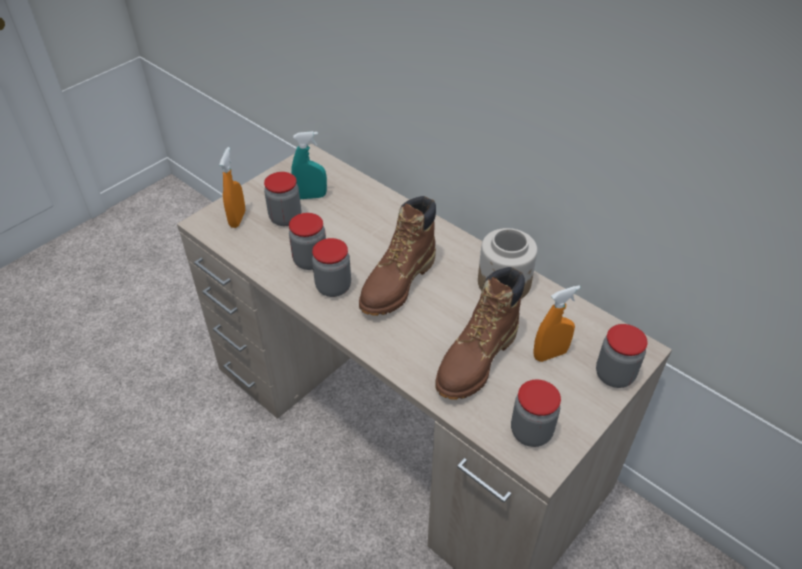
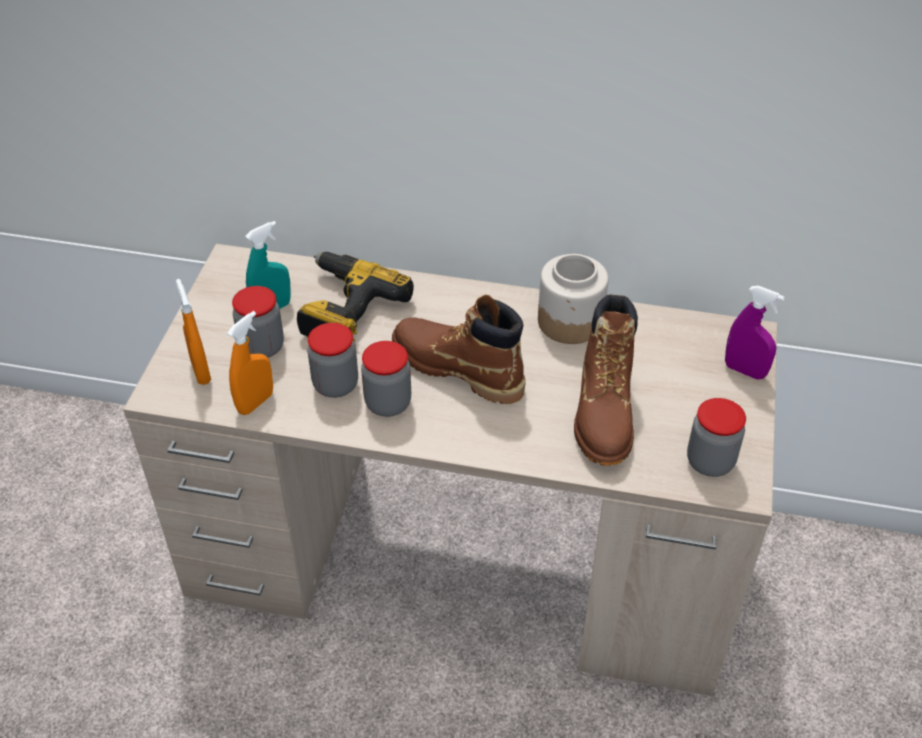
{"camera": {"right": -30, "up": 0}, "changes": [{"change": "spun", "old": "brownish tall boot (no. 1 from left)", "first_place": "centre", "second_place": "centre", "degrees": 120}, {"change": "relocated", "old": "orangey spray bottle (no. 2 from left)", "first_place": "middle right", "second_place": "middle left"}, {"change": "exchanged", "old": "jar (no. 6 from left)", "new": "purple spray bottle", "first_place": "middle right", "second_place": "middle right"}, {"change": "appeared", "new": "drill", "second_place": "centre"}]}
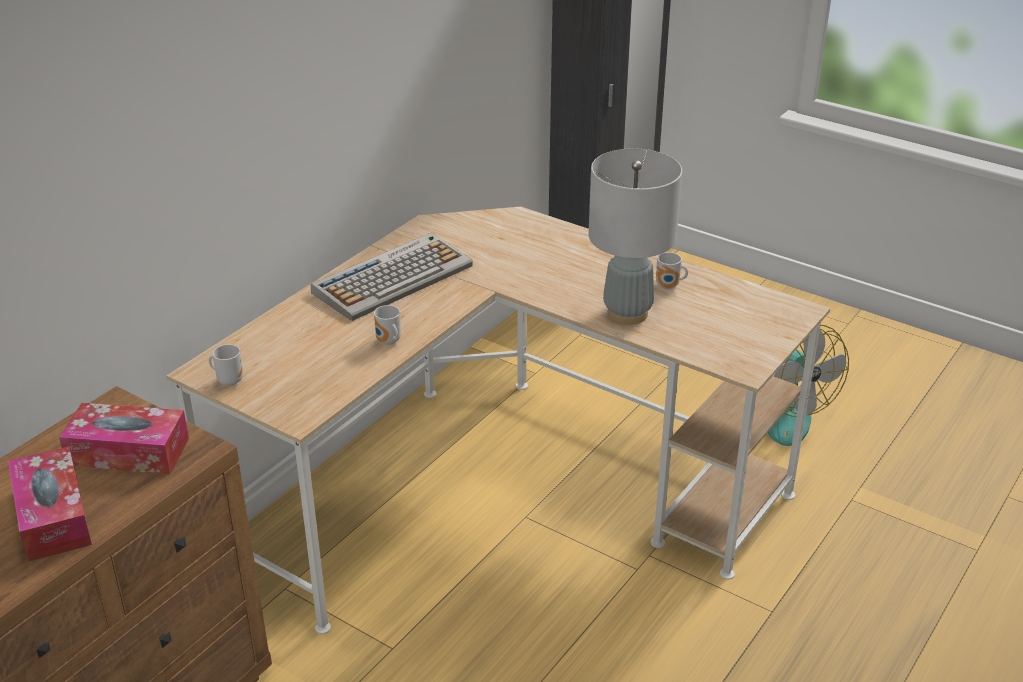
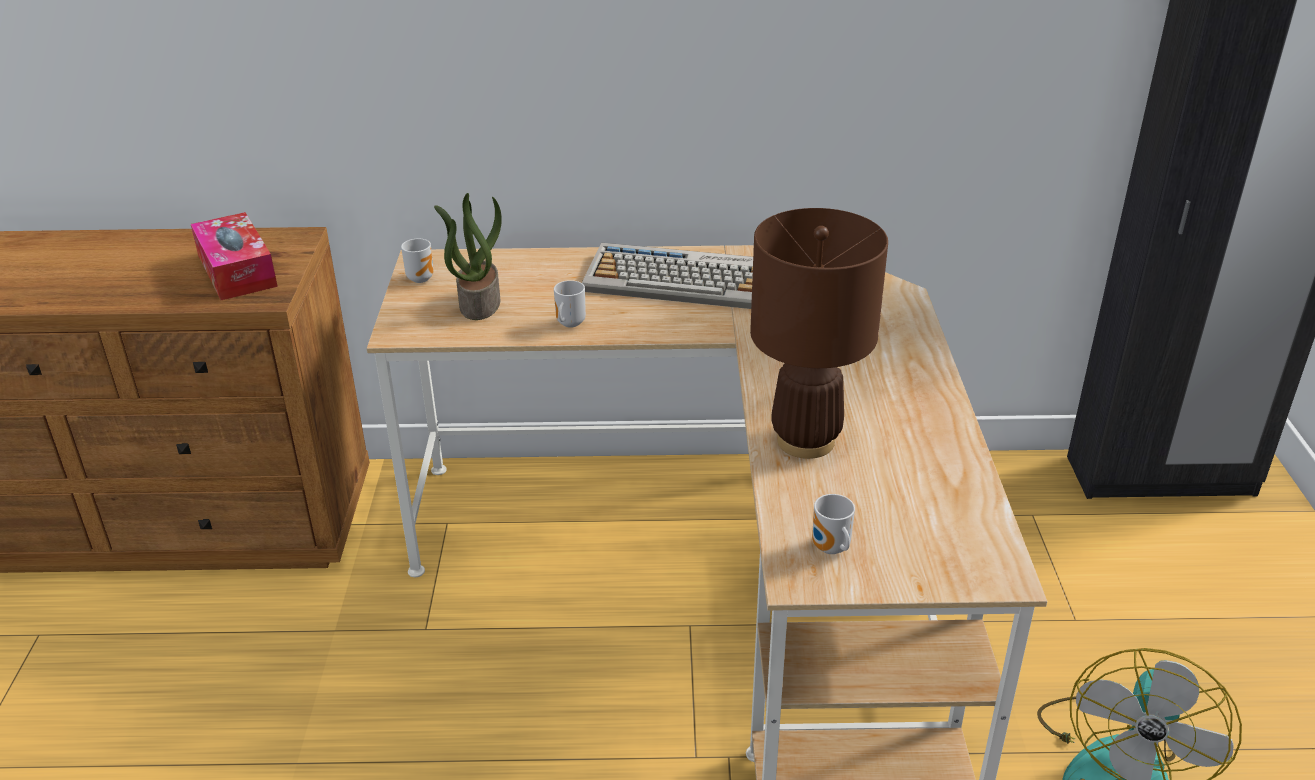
{"camera": {"right": 55, "up": 0}, "changes": [{"change": "missing", "old": "tissue box (no. 1 from left)", "first_place": "bottom left"}, {"change": "colour", "old": "gray lamp for a table", "new": "brownish lamp for a table", "first_place": "centre", "second_place": "centre"}, {"change": "relocated", "old": "mug (no. 3 from left)", "first_place": "centre", "second_place": "bottom centre"}, {"change": "appeared", "new": "potted plant", "second_place": "top centre"}]}
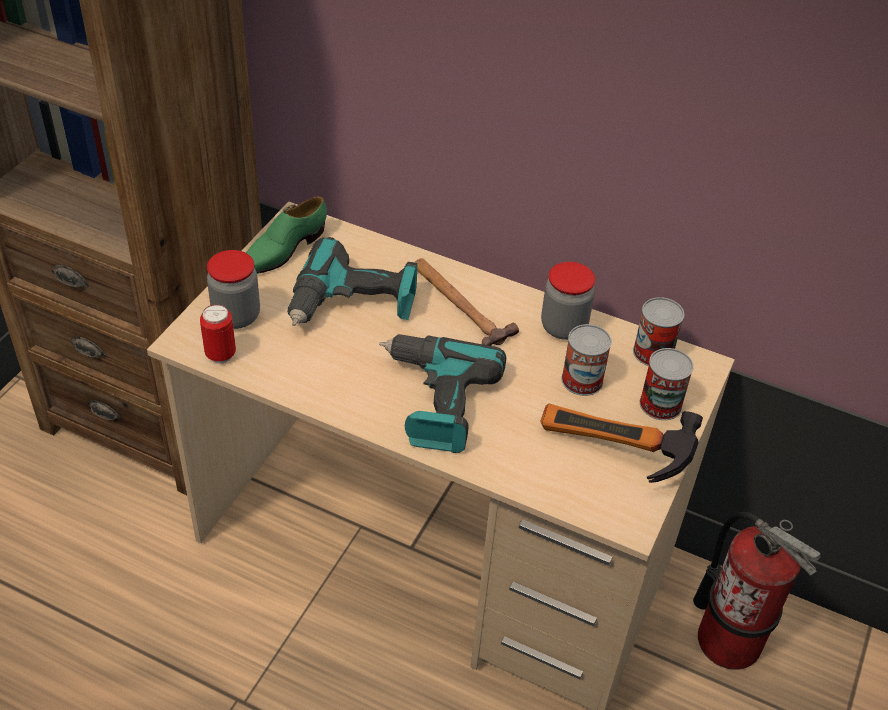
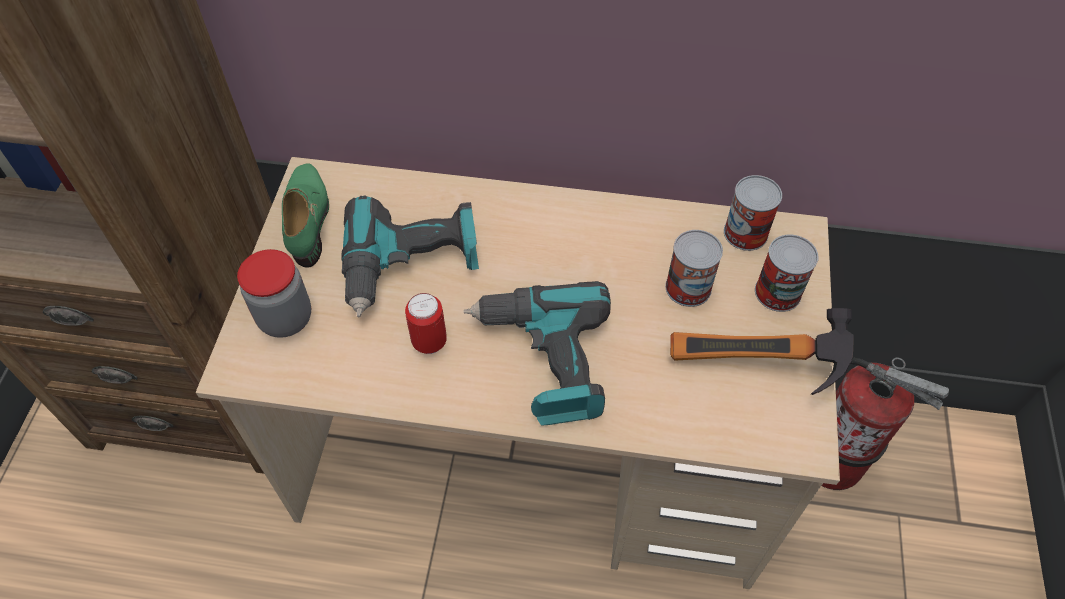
{"camera": {"right": -15, "up": 10}, "changes": [{"change": "relocated", "old": "can (no. 1 from left)", "first_place": "middle left", "second_place": "centre"}, {"change": "spun", "old": "greenish item of footwear", "first_place": "top left", "second_place": "middle left", "degrees": 150}, {"change": "missing", "old": "hand hammer (no. 1 from left)", "first_place": "centre"}, {"change": "missing", "old": "jar (no. 2 from left)", "first_place": "centre"}]}
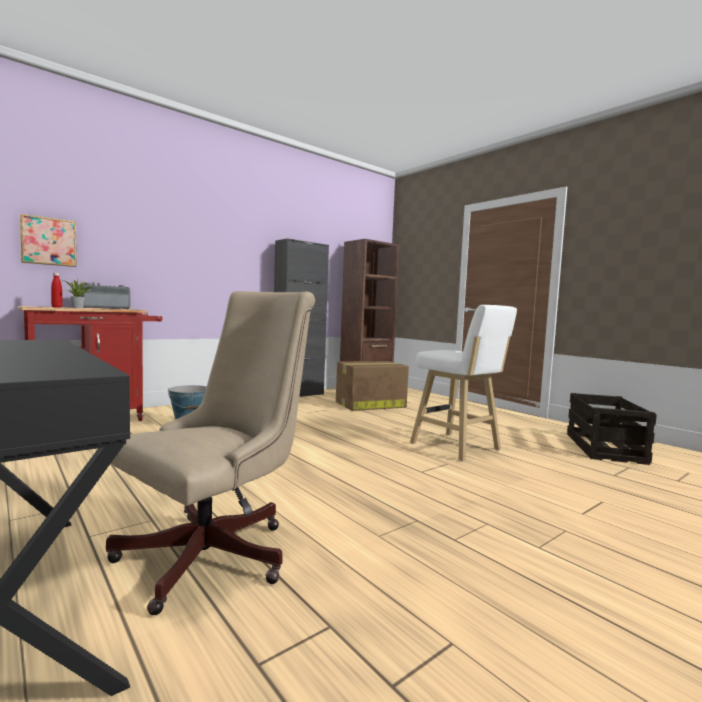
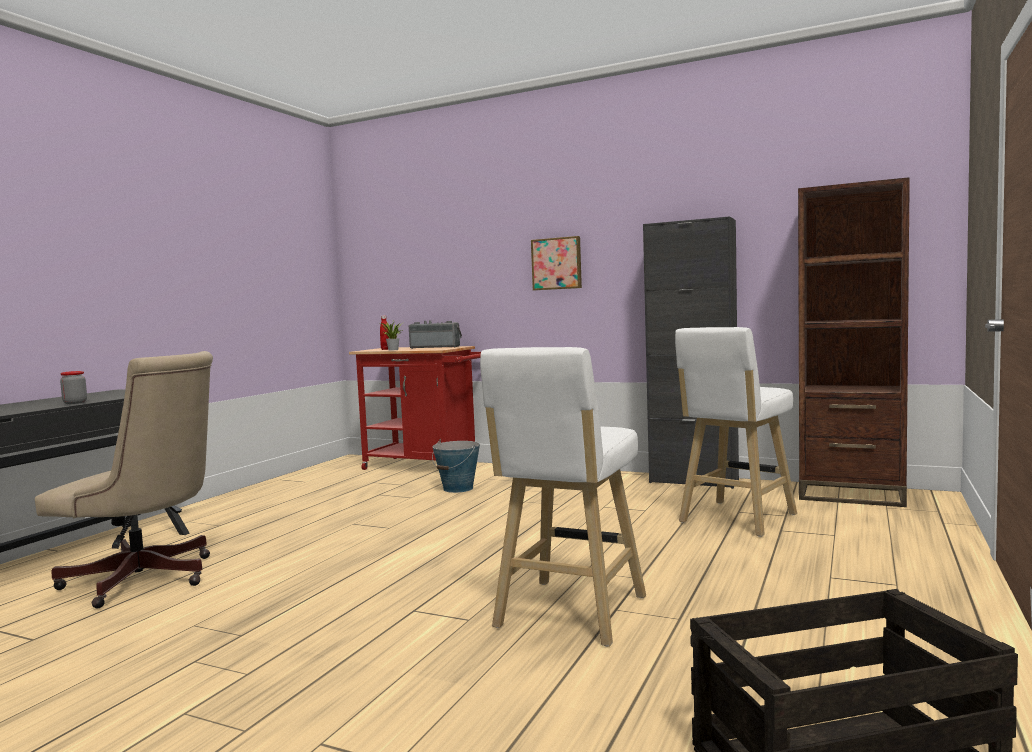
{"camera": {"right": 65, "up": 0}, "changes": [{"change": "relocated", "old": "wall picture", "first_place": "middle left", "second_place": "centre"}, {"change": "exchanged", "old": "packing box", "new": "white stool (no. 2 from left)", "first_place": "centre", "second_place": "middle right"}, {"change": "appeared", "new": "jar", "second_place": "middle left"}]}
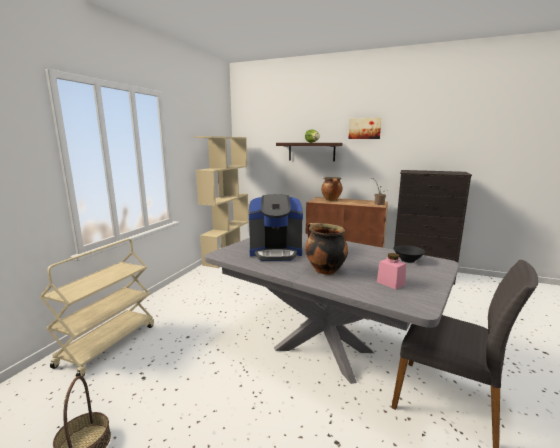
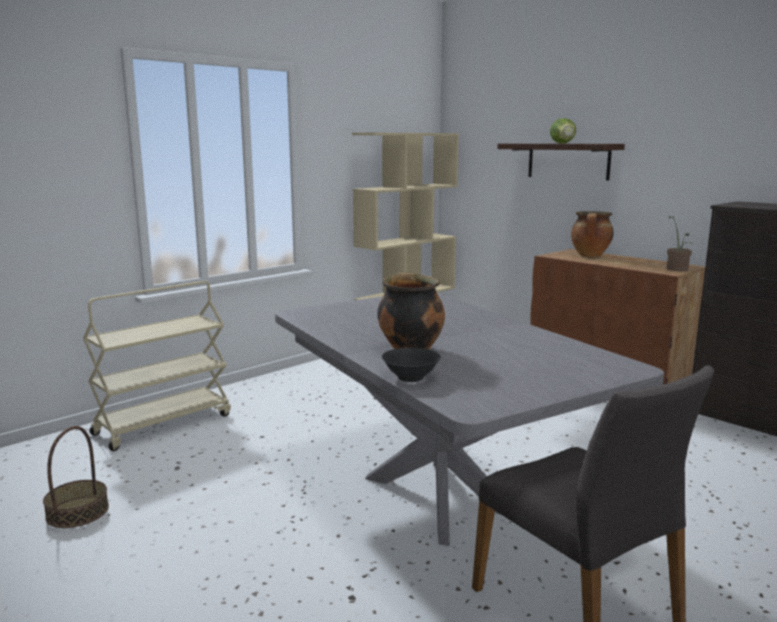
{"camera": {"right": 25, "up": 0}, "changes": [{"change": "missing", "old": "coffee maker", "first_place": "centre"}, {"change": "missing", "old": "wall picture", "first_place": "top centre"}, {"change": "missing", "old": "pink-coloured jar", "first_place": "middle right"}, {"change": "relocated", "old": "blackish serving bowl", "first_place": "middle right", "second_place": "centre"}]}
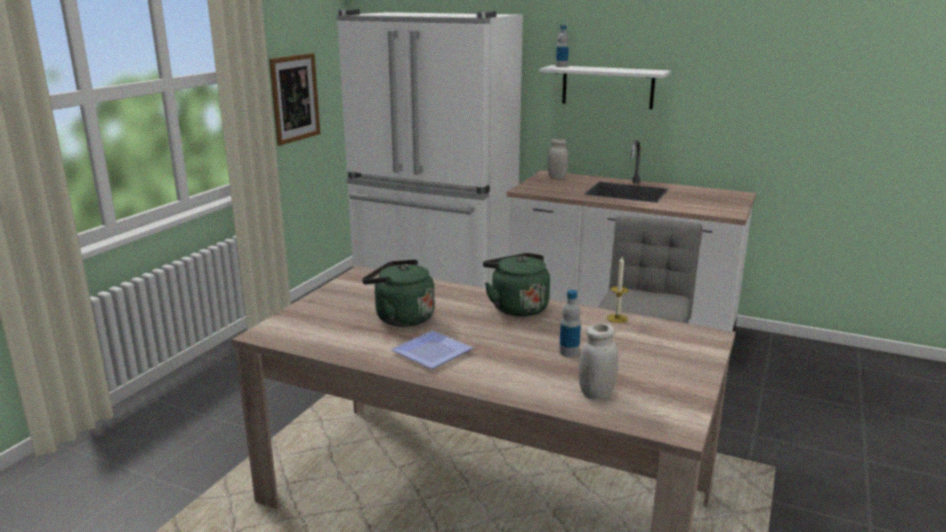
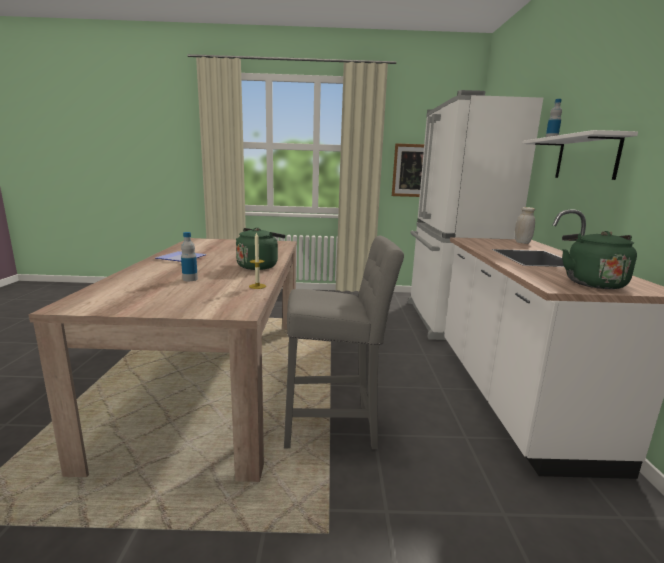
{"camera": {"right": 65, "up": -5}, "changes": [{"change": "relocated", "old": "greenish tea kettle (no. 1 from left in the first image)", "new": "greenish tea kettle (no. 2 from left)", "first_place": "centre", "second_place": "middle right"}, {"change": "missing", "old": "white jar (no. 2 from left)", "first_place": "bottom centre"}]}
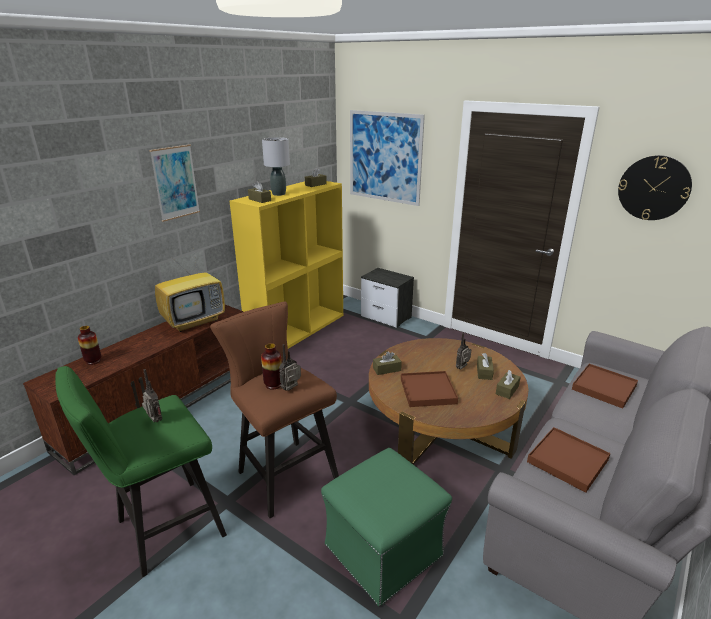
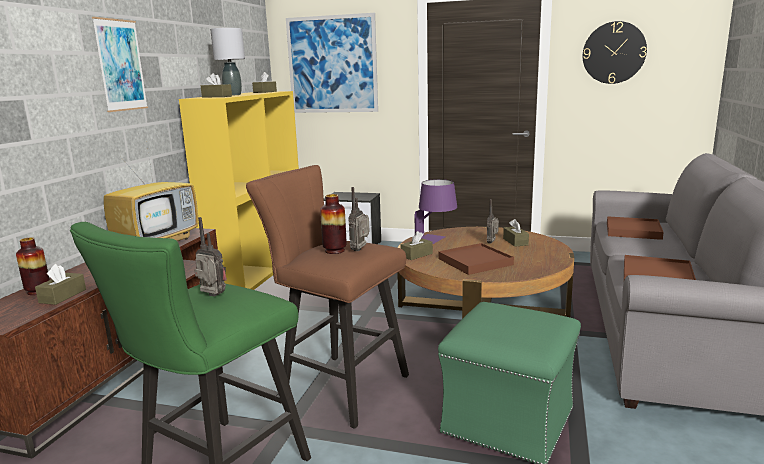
{"camera": {"right": -20, "up": -10}, "changes": [{"change": "relocated", "old": "brownish tissue box (no. 5 from left in the first image)", "new": "brownish tissue box (no. 1 from left)", "first_place": "middle right", "second_place": "middle left"}, {"change": "appeared", "new": "purple lamp for a table", "second_place": "centre"}]}
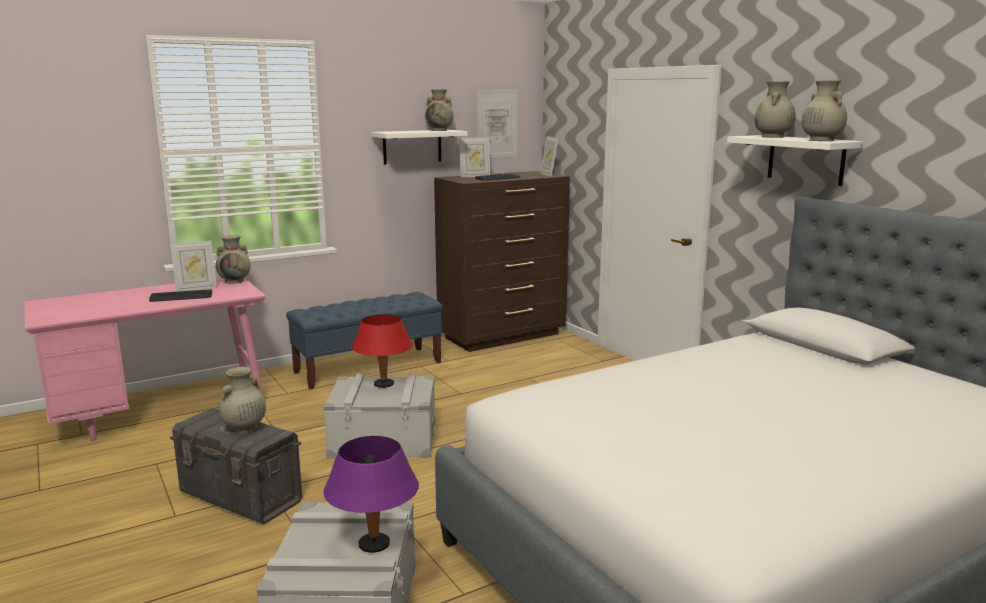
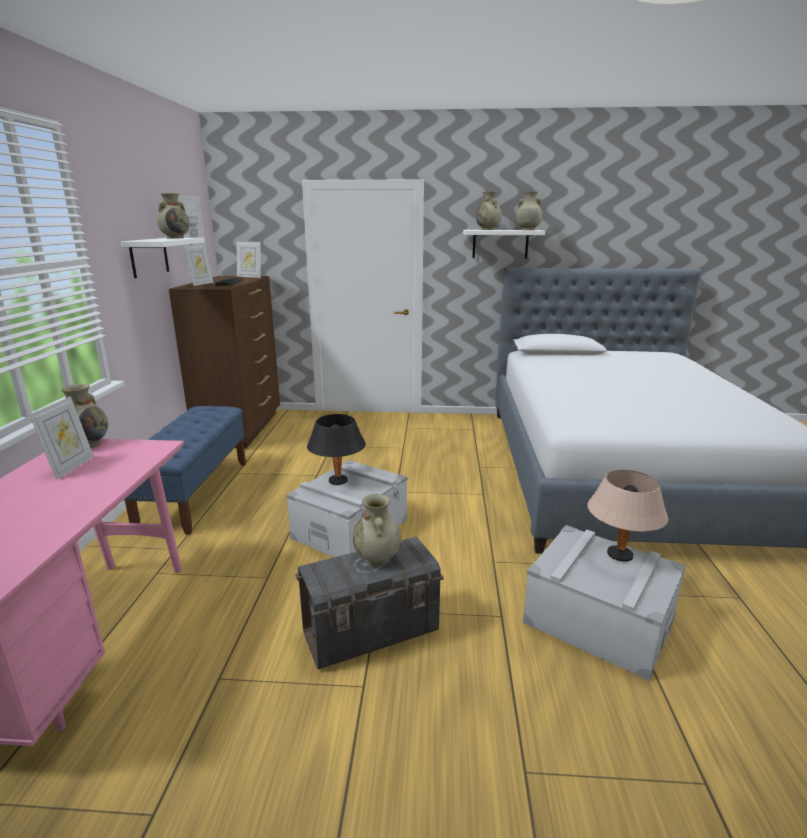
{"camera": {"right": -55, "up": 5}, "changes": [{"change": "missing", "old": "computer keyboard (no. 1 from left)", "first_place": "middle left"}, {"change": "colour", "old": "purple lamp for a table", "new": "sand-coloured lamp for a table", "first_place": "bottom centre", "second_place": "middle right"}, {"change": "colour", "old": "red lamp for a table", "new": "blackish lamp for a table", "first_place": "centre", "second_place": "centre"}]}
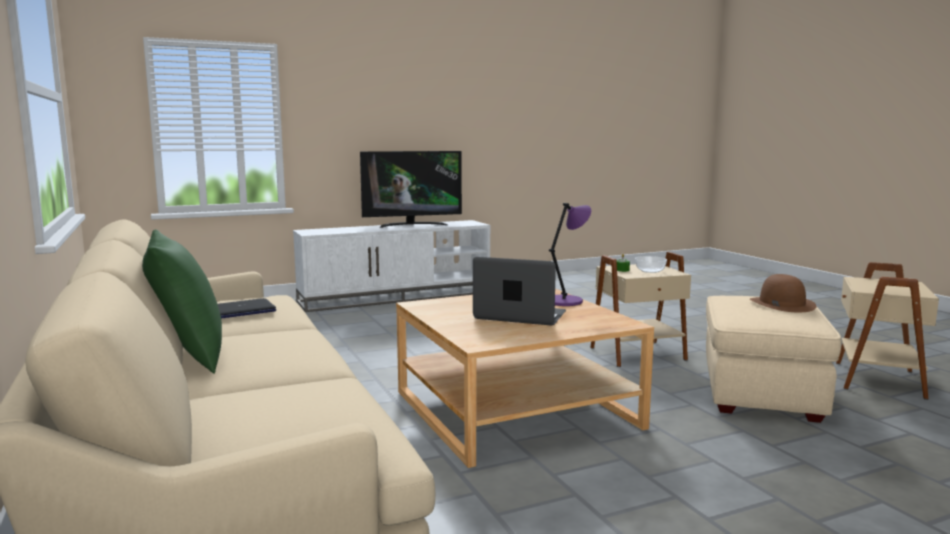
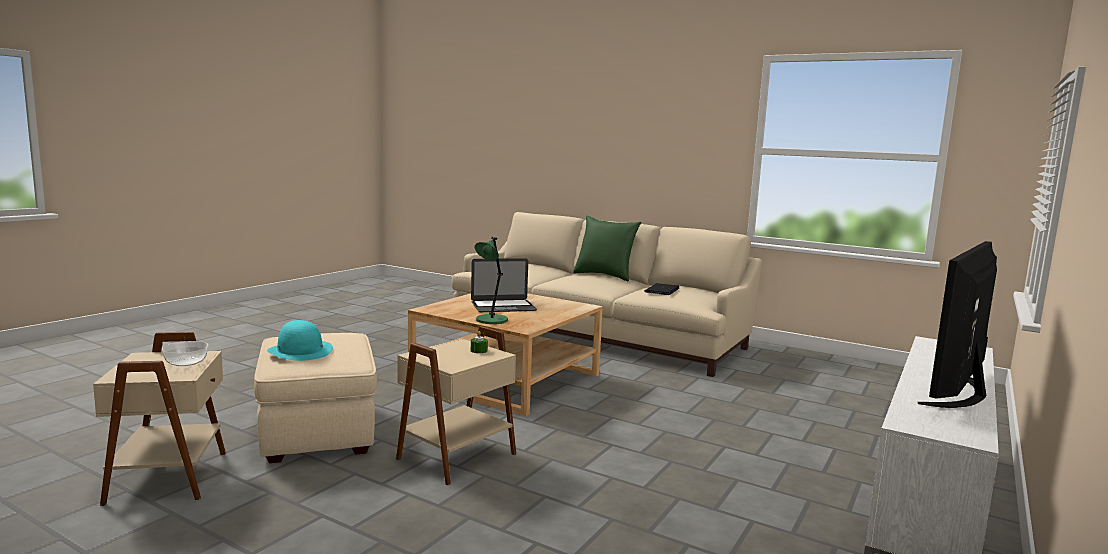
{"camera": {"right": 145, "up": 0}, "changes": [{"change": "colour", "old": "purple lamp for a table", "new": "greenish lamp for a table", "first_place": "centre", "second_place": "centre"}, {"change": "relocated", "old": "serving bowl", "first_place": "middle right", "second_place": "middle left"}, {"change": "colour", "old": "brownish wearable hat", "new": "turquoise wearable hat", "first_place": "middle right", "second_place": "middle left"}]}
